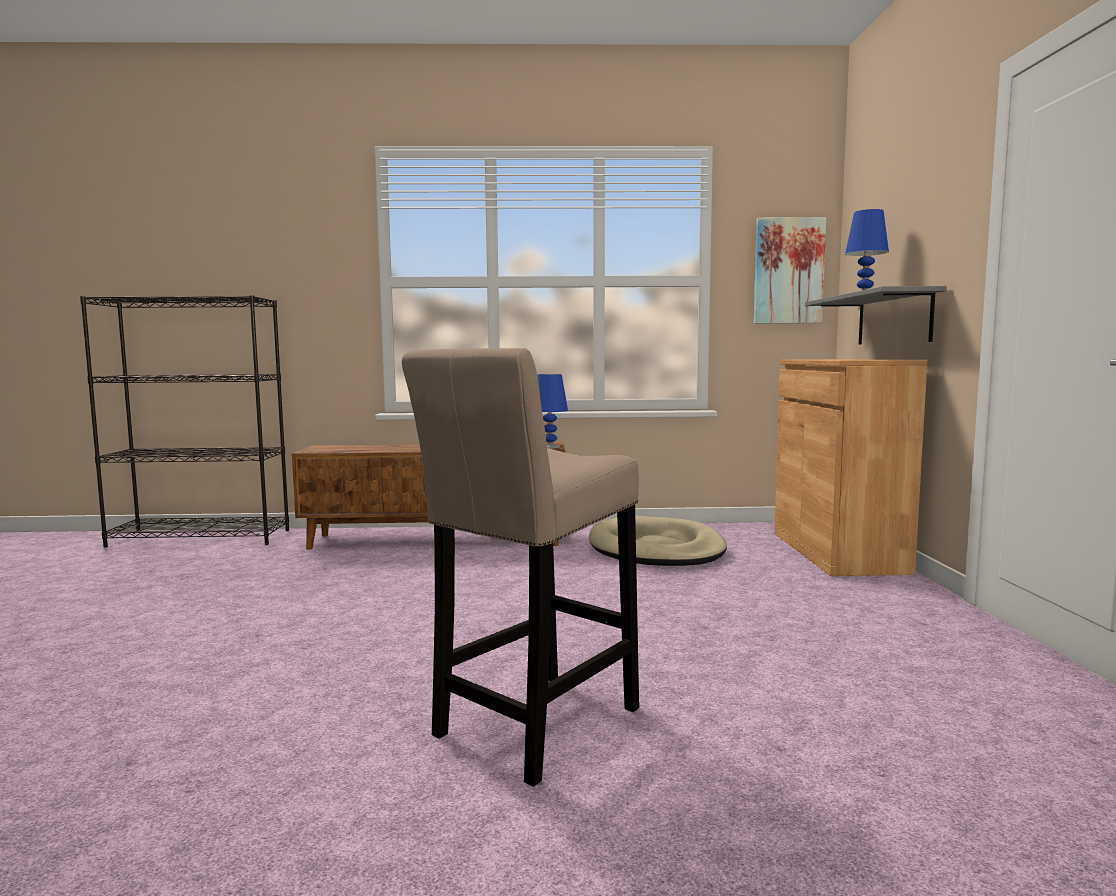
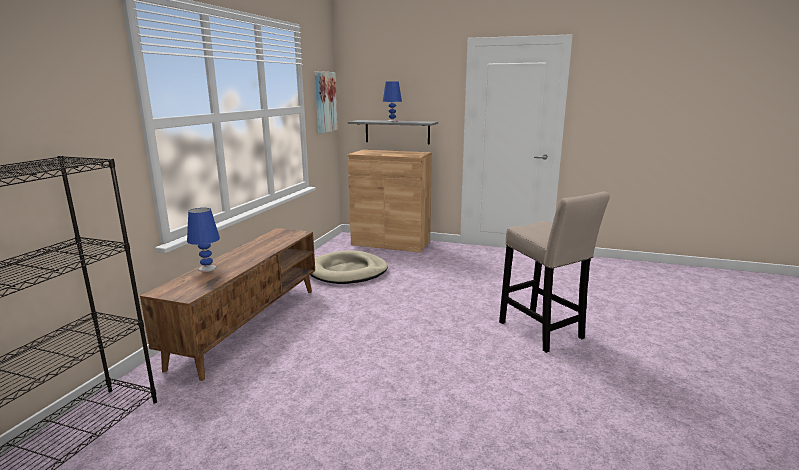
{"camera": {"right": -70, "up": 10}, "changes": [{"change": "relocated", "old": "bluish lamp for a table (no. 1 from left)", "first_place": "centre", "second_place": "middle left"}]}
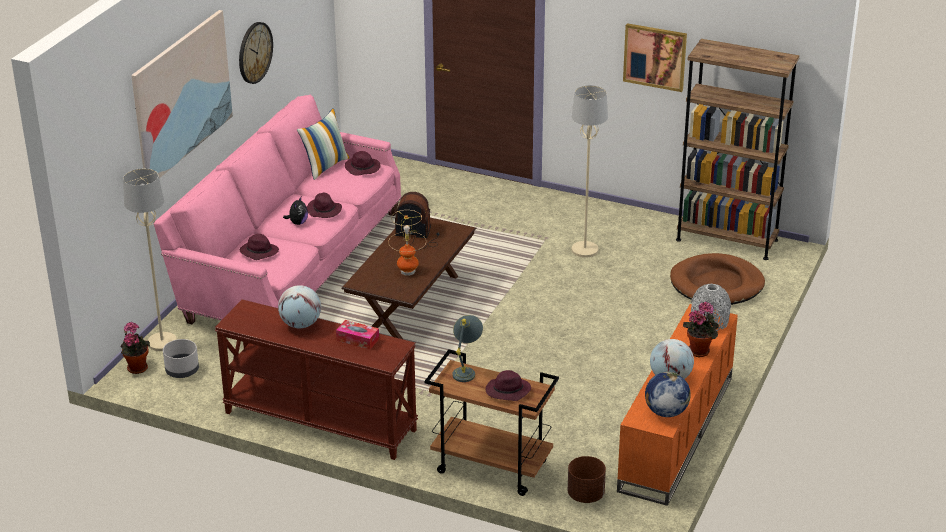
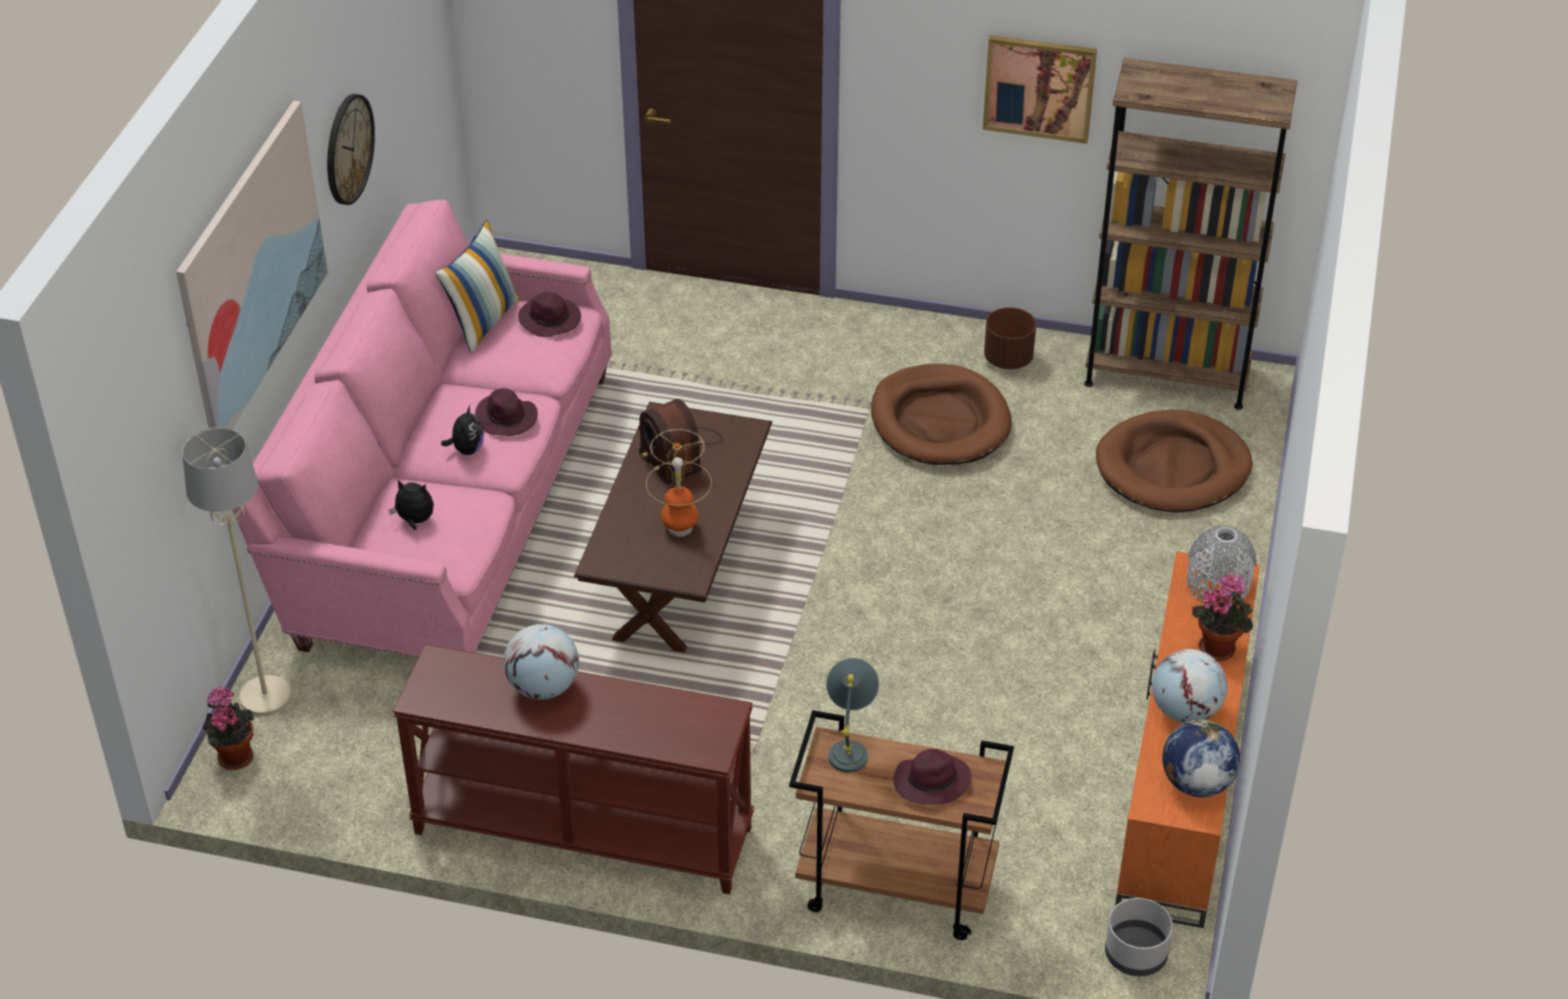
{"camera": {"right": -10, "up": 10}, "changes": [{"change": "relocated", "old": "gray planter", "first_place": "bottom left", "second_place": "bottom right"}, {"change": "exchanged", "old": "purple wearable hat (no. 1 from left)", "new": "plush toy (no. 1 from left)", "first_place": "middle left", "second_place": "middle left"}, {"change": "missing", "old": "tissue box", "first_place": "centre"}, {"change": "spun", "old": "radio", "first_place": "centre", "second_place": "centre", "degrees": -120}, {"change": "relocated", "old": "brownish planter", "first_place": "bottom centre", "second_place": "centre"}, {"change": "exchanged", "old": "sand-coloured floor lamp (no. 2 from left)", "new": "brownish dog bed (no. 1 from left)", "first_place": "top centre", "second_place": "centre"}]}
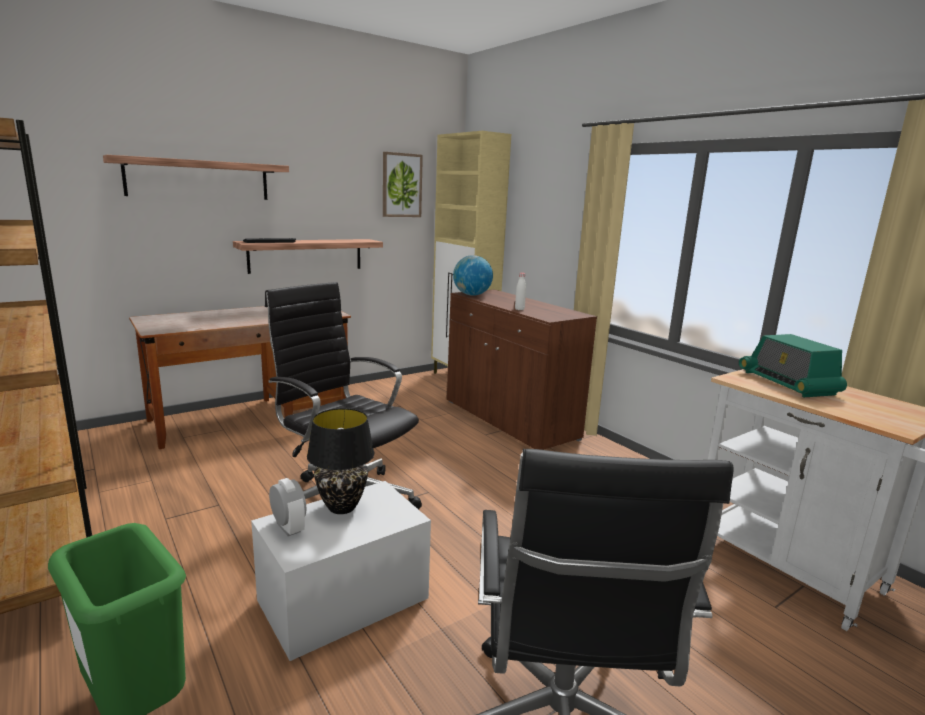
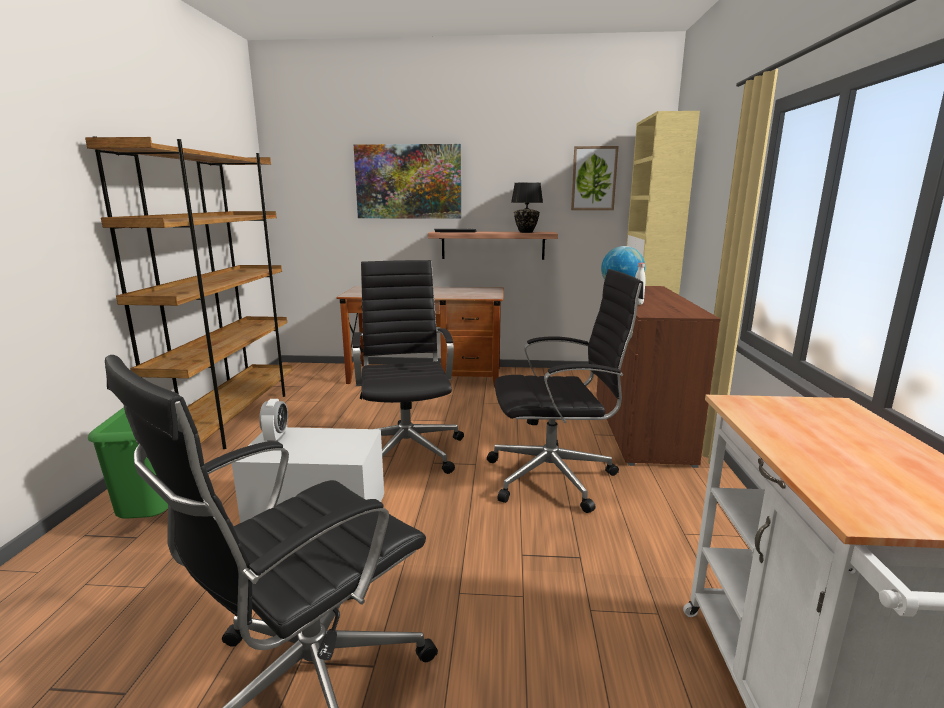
{"camera": {"right": 40, "up": 0}, "changes": [{"change": "exchanged", "old": "wall shelf (no. 1 from left)", "new": "wall picture (no. 1 from left)", "first_place": "top left", "second_place": "top centre"}, {"change": "relocated", "old": "blackish lamp for a table", "first_place": "centre", "second_place": "top centre"}, {"change": "missing", "old": "radio", "first_place": "middle right"}, {"change": "appeared", "new": "blackish desk chair (no. 3 from left)", "second_place": "centre"}]}
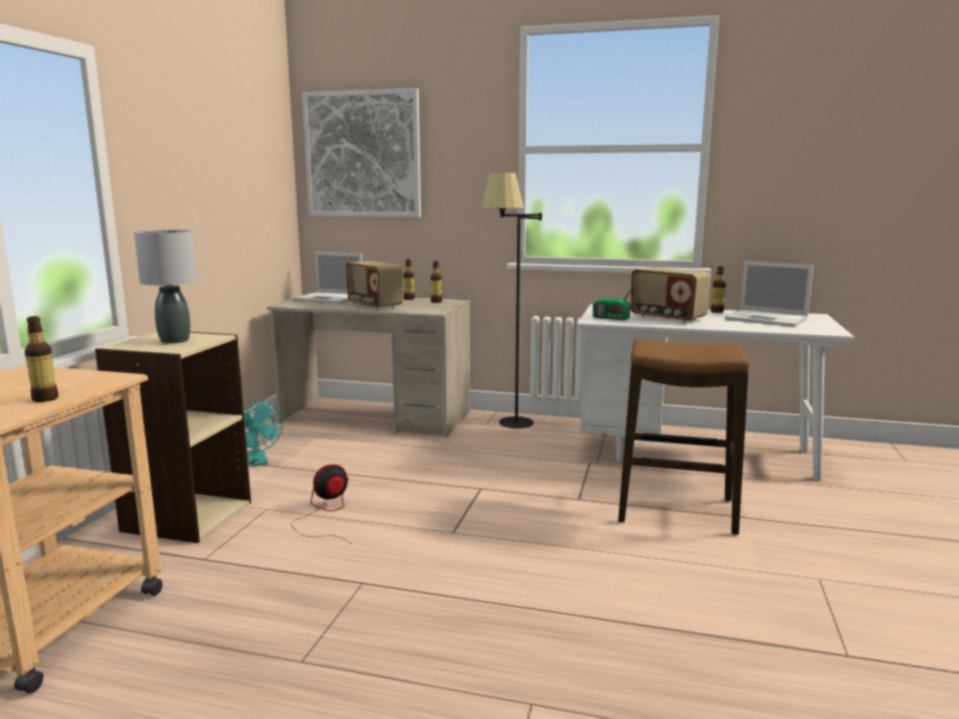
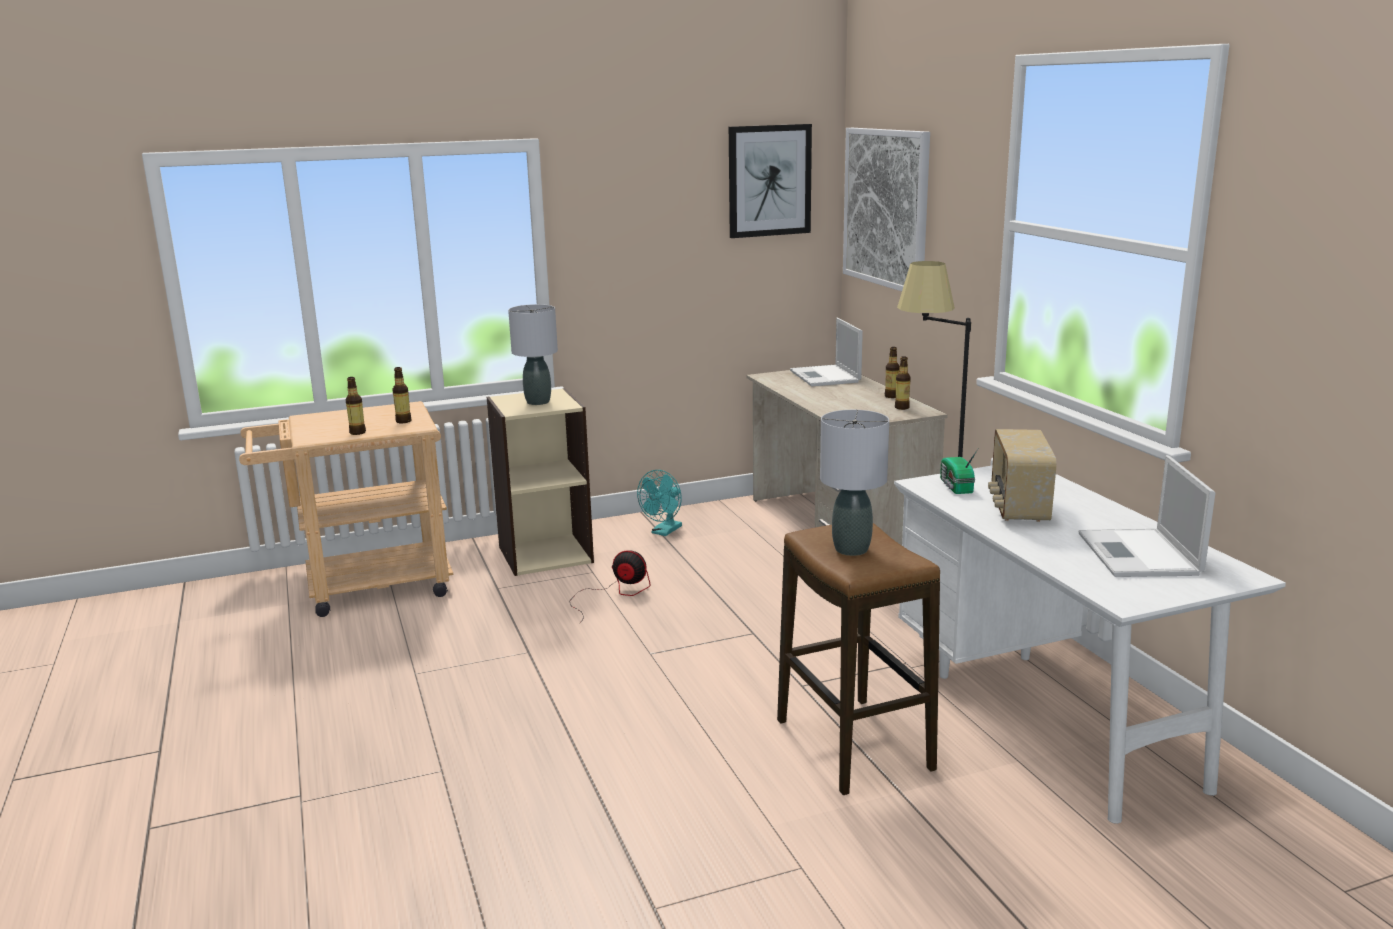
{"camera": {"right": 55, "up": 5}, "changes": [{"change": "missing", "old": "radio (no. 1 from left)", "first_place": "centre"}, {"change": "relocated", "old": "bottle (no. 4 from left in the first image)", "new": "bottle (no. 2 from left)", "first_place": "middle right", "second_place": "middle left"}, {"change": "appeared", "new": "wall picture (no. 1 from left)", "second_place": "top centre"}, {"change": "appeared", "new": "gray lamp for a table (no. 2 from left)", "second_place": "centre"}]}
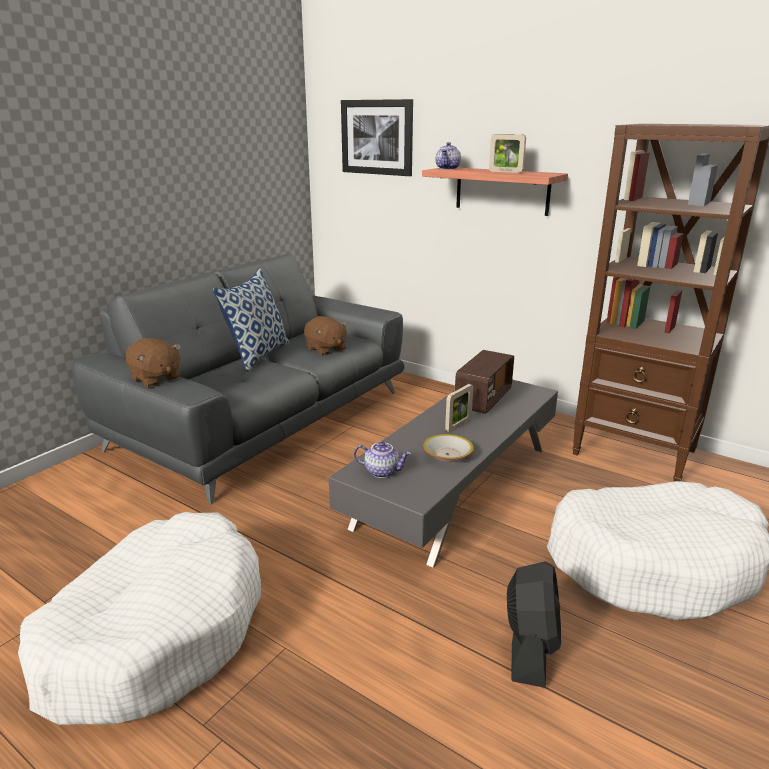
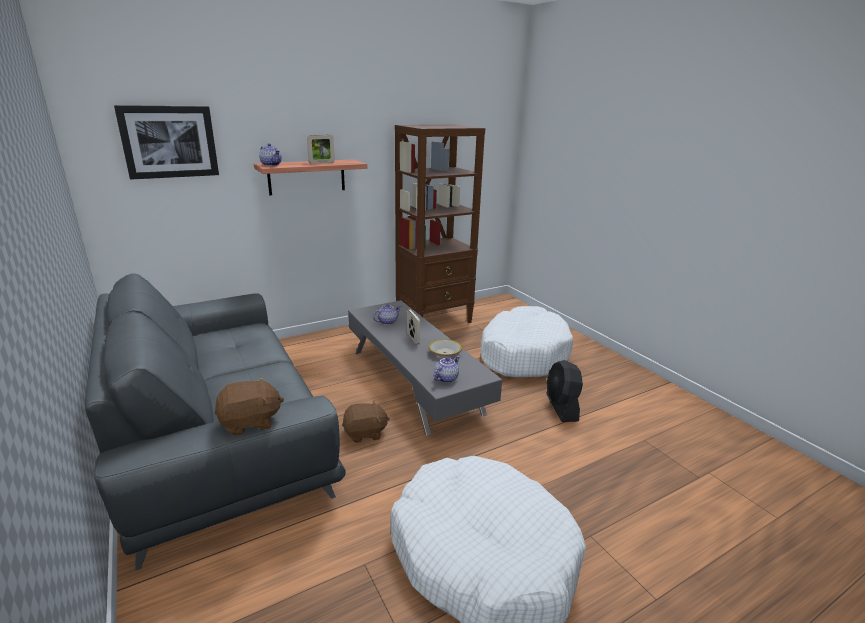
{"camera": {"right": -65, "up": 0}, "changes": [{"change": "missing", "old": "cushion", "first_place": "middle left"}, {"change": "relocated", "old": "brownish plush toy (no. 2 from left)", "first_place": "centre", "second_place": "bottom centre"}, {"change": "exchanged", "old": "radio", "new": "tea pot (no. 2 from left)", "first_place": "centre", "second_place": "centre"}, {"change": "spun", "old": "blackish electric fan", "first_place": "bottom right", "second_place": "centre", "degrees": -135}]}
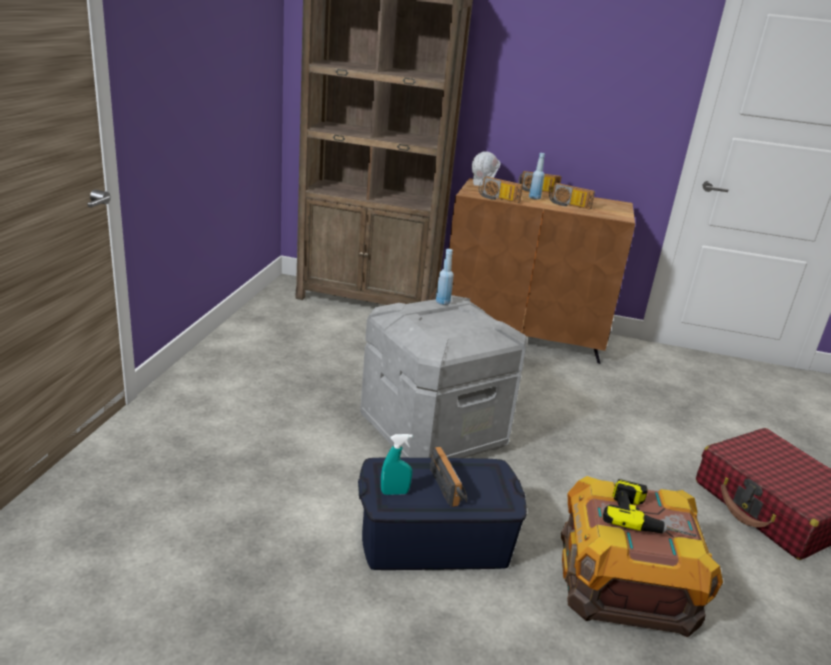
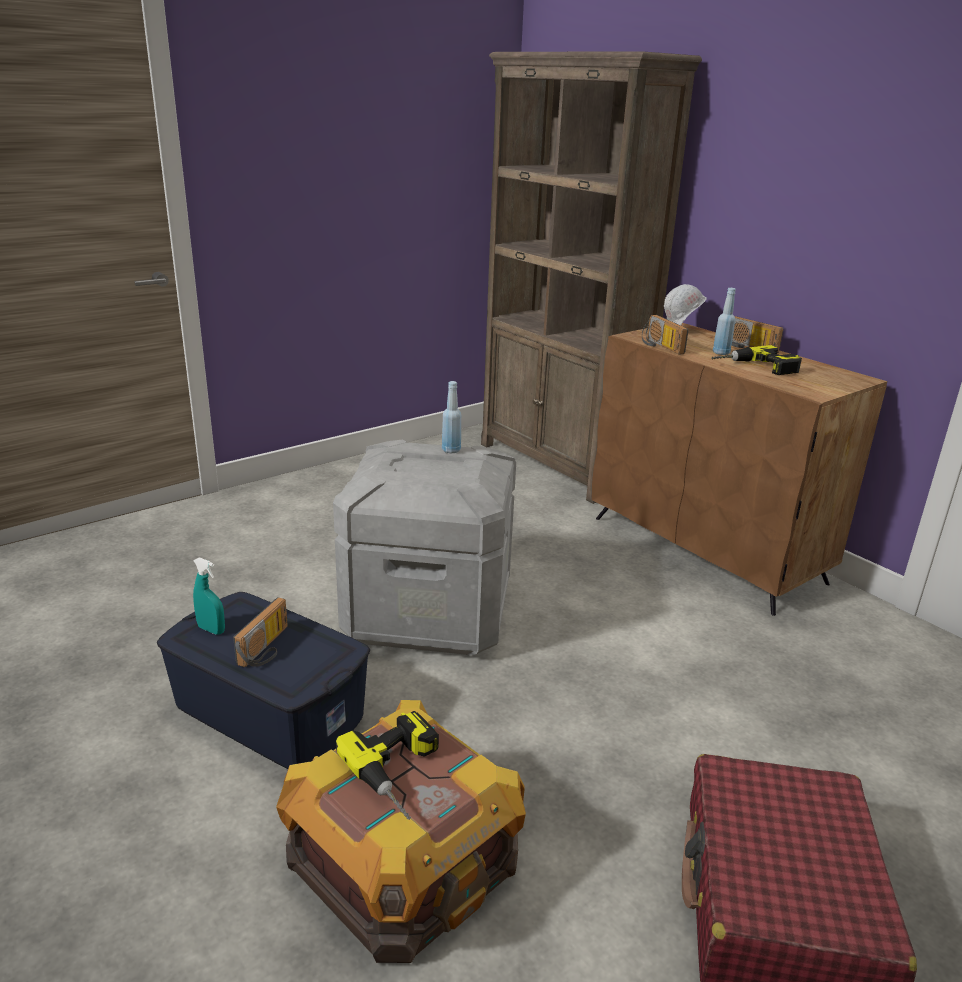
{"camera": {"right": 40, "up": 0}, "changes": [{"change": "exchanged", "old": "radio (no. 4 from left)", "new": "drill (no. 2 from left)", "first_place": "top right", "second_place": "middle right"}]}
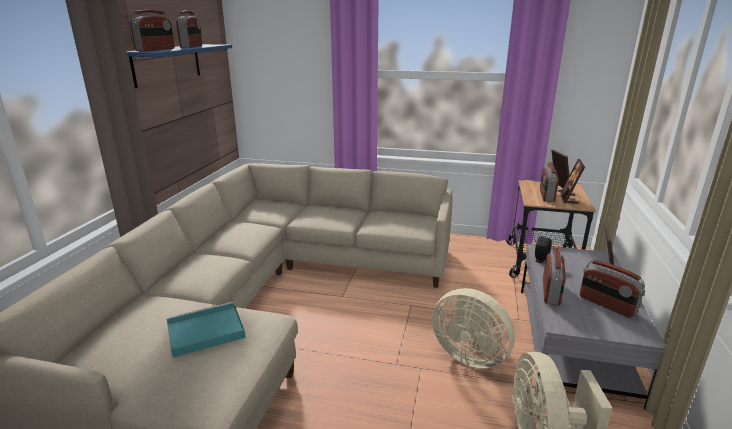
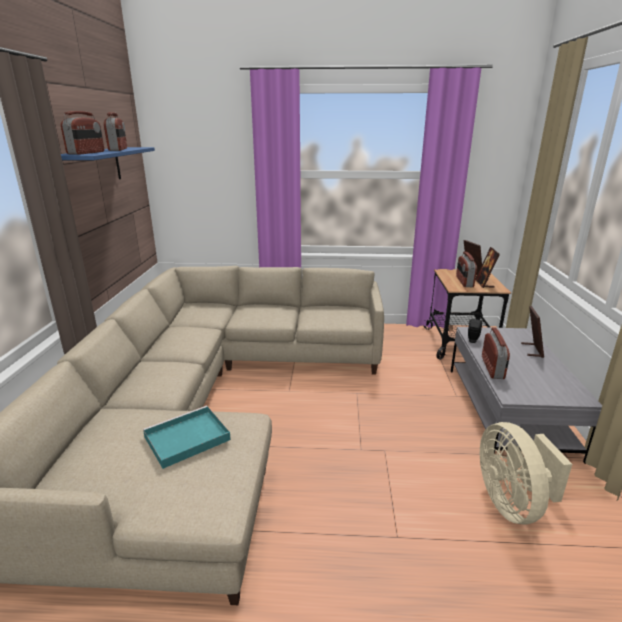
{"camera": {"right": -10, "up": 0}, "changes": [{"change": "missing", "old": "sand-coloured electric fan (no. 1 from left)", "first_place": "bottom centre"}, {"change": "missing", "old": "radio (no. 5 from left)", "first_place": "bottom right"}]}
